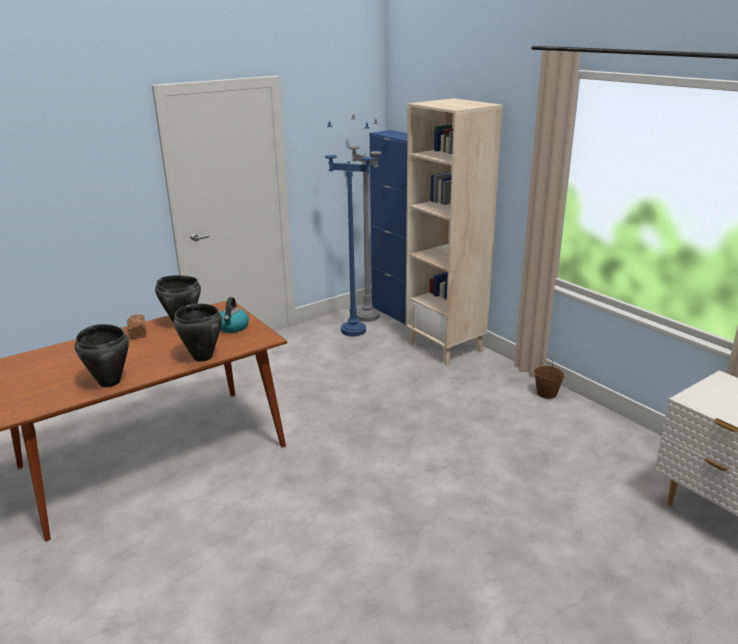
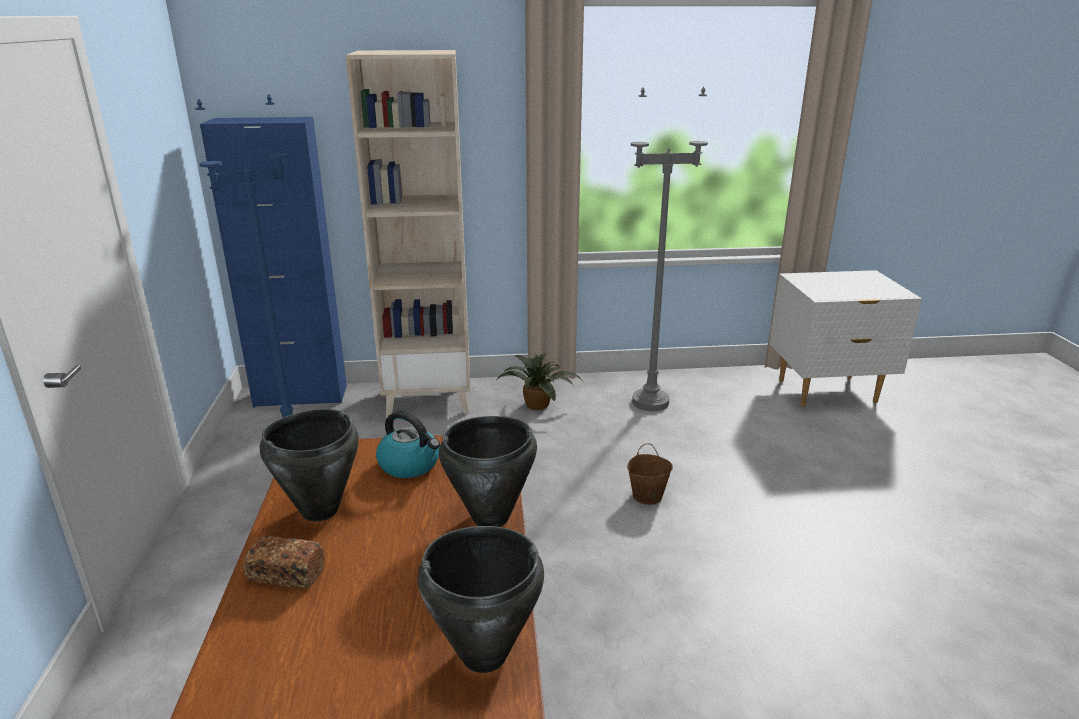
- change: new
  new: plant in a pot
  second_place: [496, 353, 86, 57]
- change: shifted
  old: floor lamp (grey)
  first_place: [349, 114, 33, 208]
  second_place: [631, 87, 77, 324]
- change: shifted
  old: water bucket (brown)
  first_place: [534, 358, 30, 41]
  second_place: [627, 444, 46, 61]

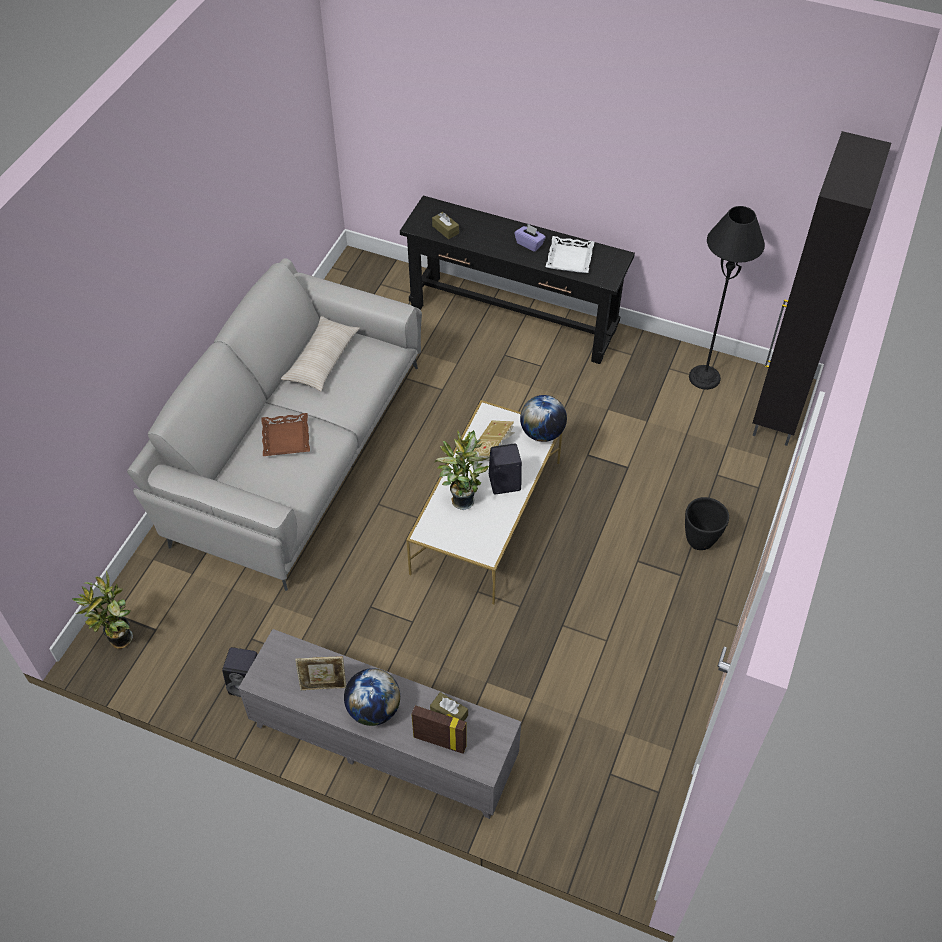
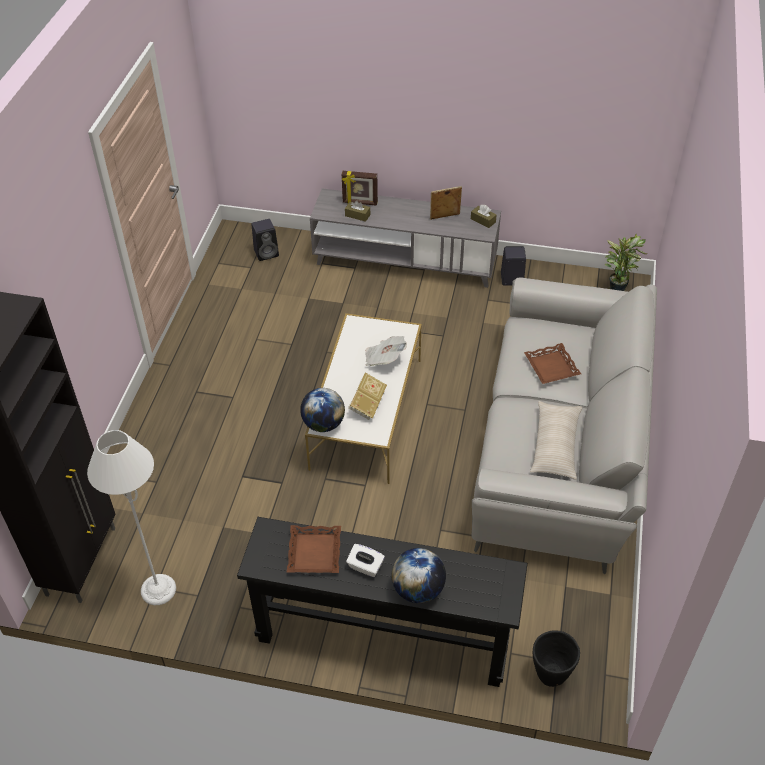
- change: shifted
  old: world globe
  first_place: [344, 668, 56, 58]
  second_place: [392, 548, 54, 55]
- change: shifted
  old: tissue box (brown)
  first_place: [432, 212, 27, 27]
  second_place: [471, 205, 26, 23]
- change: shifted
  old: loudspeaker (black)
  first_place: [489, 443, 33, 51]
  second_place: [251, 219, 28, 42]
- change: shifted
  old: flower pot (black)
  first_place: [685, 497, 44, 53]
  second_place: [533, 631, 47, 56]
- change: swapped
  old: plant in a pot
  new: printed paper
  first_place: [434, 430, 55, 80]
  second_place: [365, 336, 42, 30]
- change: repainted
  old: tissue box (purple-coloured)
  new: tissue box (white-coloured)
  first_place: [515, 224, 31, 28]
  second_place: [346, 544, 39, 33]
- change: repainted
  old: carrying tray (white-coloured)
  new: carrying tray (brown)
  first_place: [545, 236, 49, 37]
  second_place: [287, 525, 54, 48]
- change: repainted
  old: floor lamp (black)
  new: floor lamp (white-coloured)
  first_place: [689, 206, 76, 184]
  second_place: [87, 430, 89, 175]

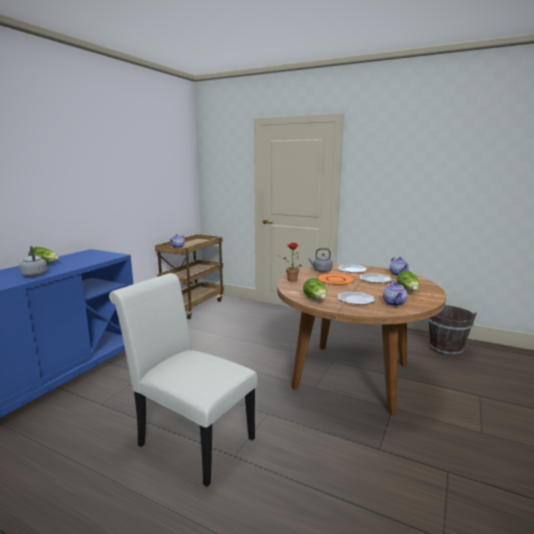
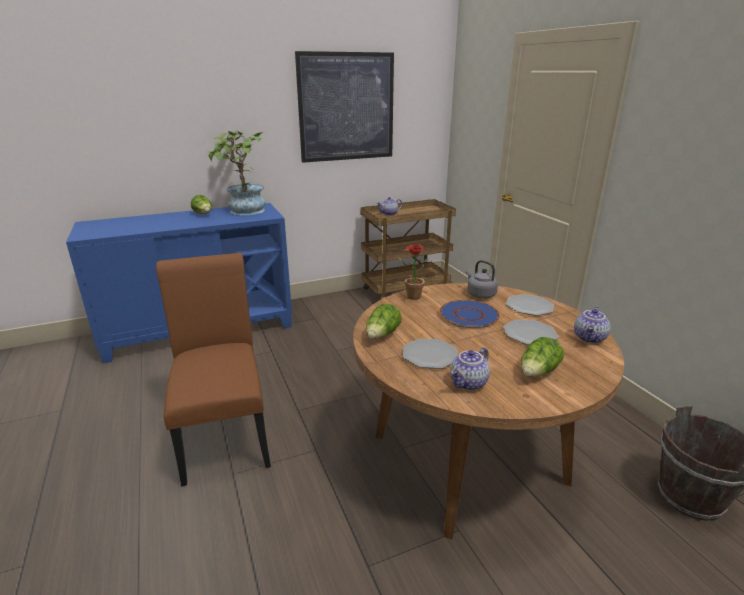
- change: gone
  old: water kettle (grey)
  first_place: [19, 246, 28, 31]
- change: new
  new: plant in a pot
  second_place: [206, 131, 60, 84]
- change: new
  new: wall art
  second_place: [295, 51, 99, 112]
- change: repainted
  old: chair (white-coloured)
  new: chair (brown)
  first_place: [109, 273, 148, 214]
  second_place: [156, 253, 115, 233]
- change: repainted
  old: flat dish (orange-coloured)
  new: flat dish (blue)
  first_place: [317, 273, 38, 13]
  second_place: [439, 300, 61, 28]

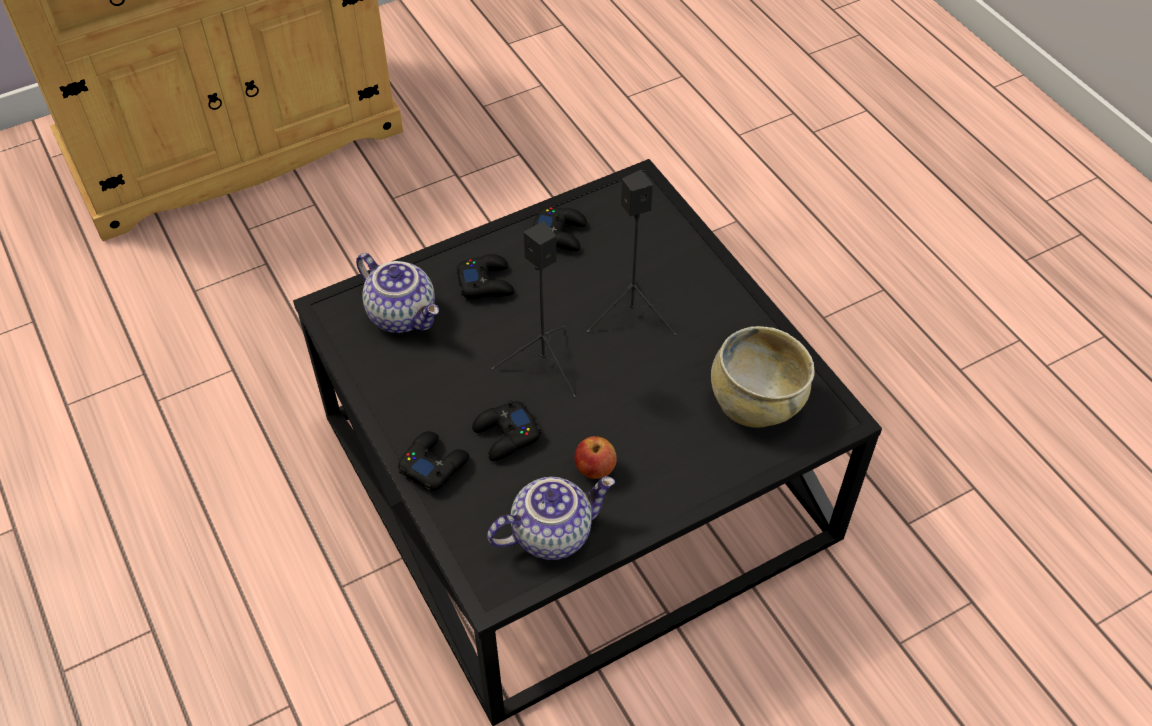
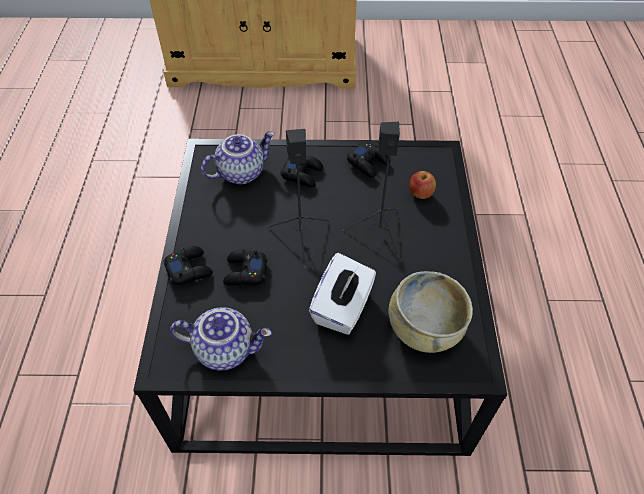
- change: new
  new: tissue box (white-coloured)
  second_place: [309, 253, 67, 82]
- change: shifted
  old: whole apple
  first_place: [574, 436, 43, 43]
  second_place: [409, 171, 27, 28]
- change: rotated
  old: tea pot
  first_place: [356, 253, 83, 80]
  second_place: [201, 131, 74, 53]
  degrees: -105

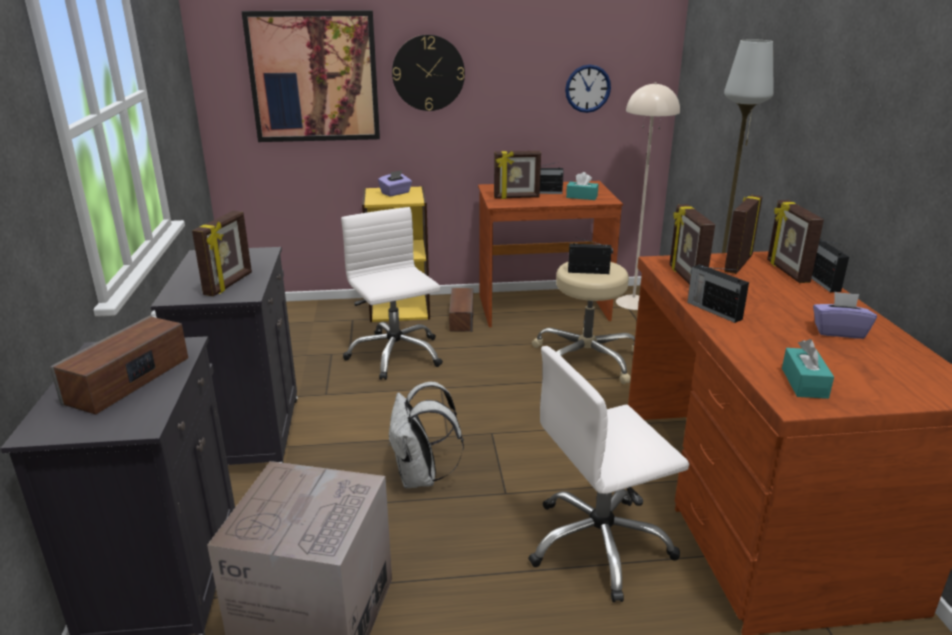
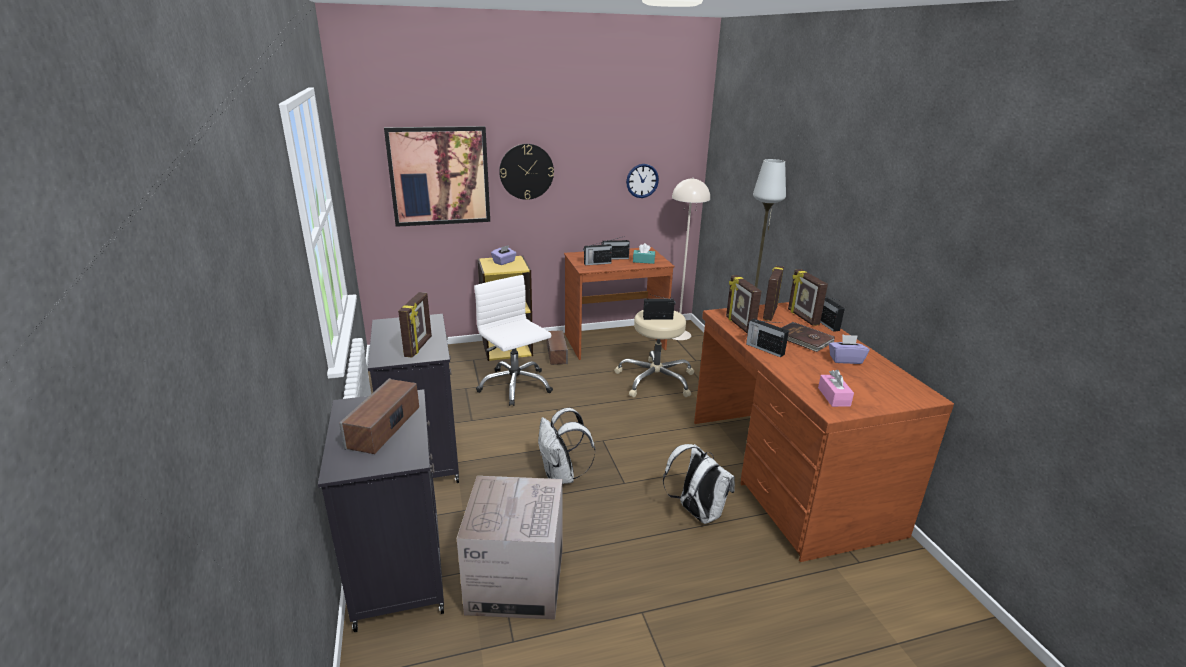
- change: new
  new: bound book (brown)
  second_place: [782, 322, 53, 30]
- change: swapped
  old: standing frame
  new: radio set
  first_place: [494, 151, 47, 48]
  second_place: [583, 240, 29, 25]
- change: swapped
  old: desk chair (white-coloured)
  new: rucksack (white-coloured)
  first_place: [528, 346, 161, 256]
  second_place: [663, 444, 72, 80]
- change: repainted
  old: tissue box (blue-green)
  new: tissue box (pink-coloured)
  first_place: [782, 339, 52, 60]
  second_place: [818, 370, 36, 37]

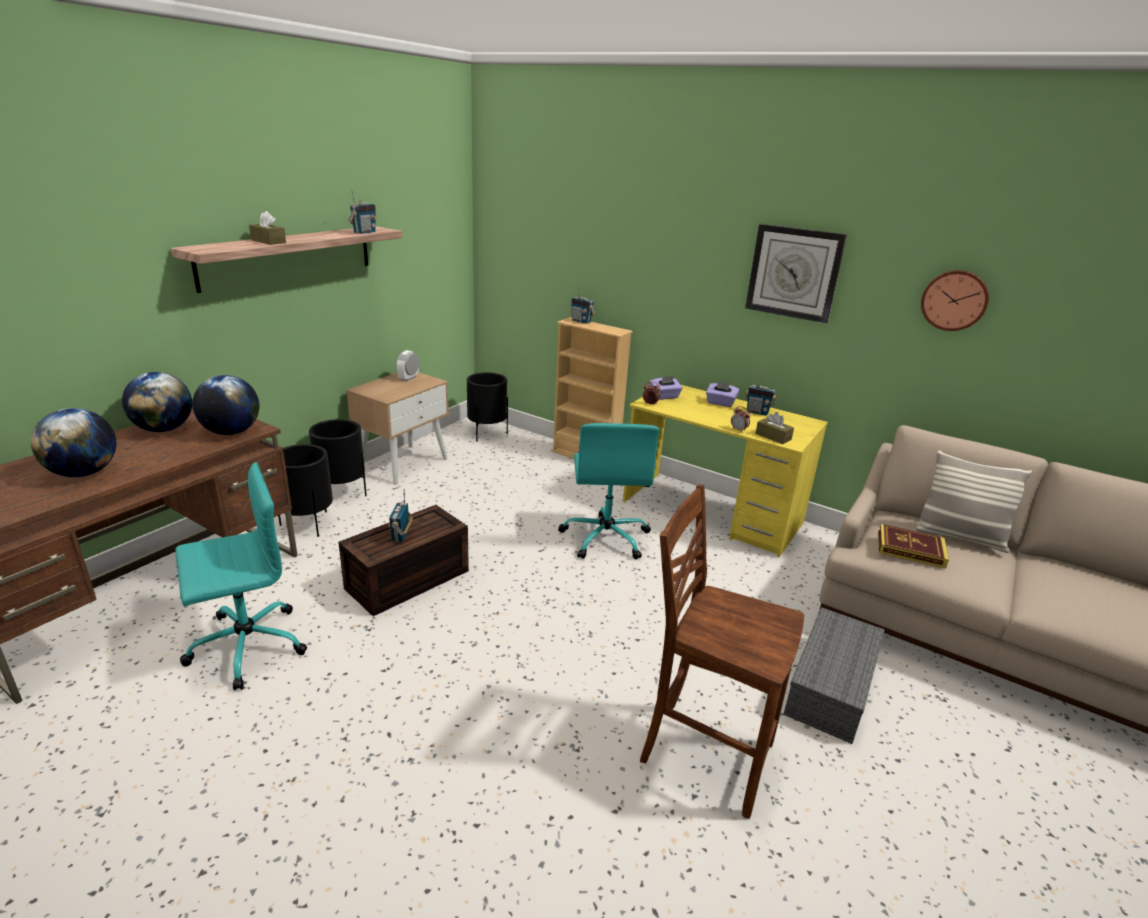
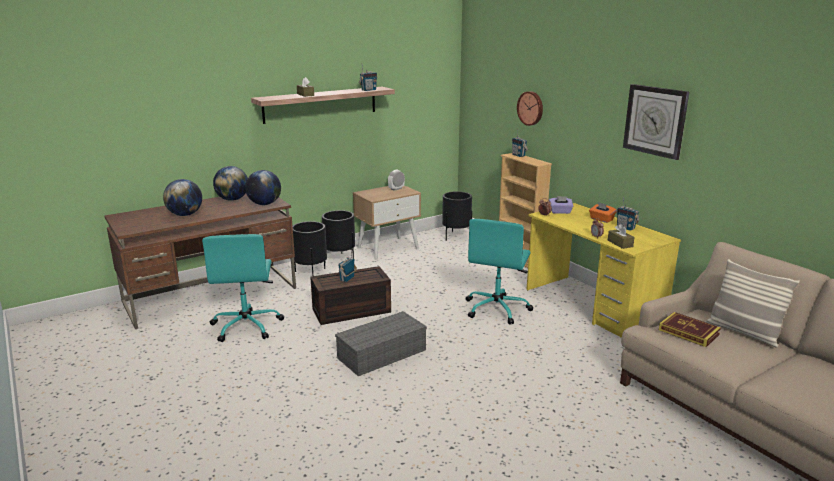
- change: gone
  old: chair (brown)
  first_place: [640, 484, 164, 335]
- change: shifted
  old: storage bin (grey)
  first_place: [783, 607, 102, 137]
  second_place: [335, 311, 92, 65]
- change: shifted
  old: wall clock
  first_place: [921, 270, 68, 61]
  second_place: [517, 91, 26, 35]
- change: repainted
  old: tissue box (purple-coloured)
  new: tissue box (orange-coloured)
  first_place: [706, 381, 33, 26]
  second_place: [589, 202, 28, 21]
- change: rotated
  old: desk chair (blue-green)
  first_place: [175, 462, 132, 229]
  second_place: [202, 234, 82, 108]
  degrees: 90

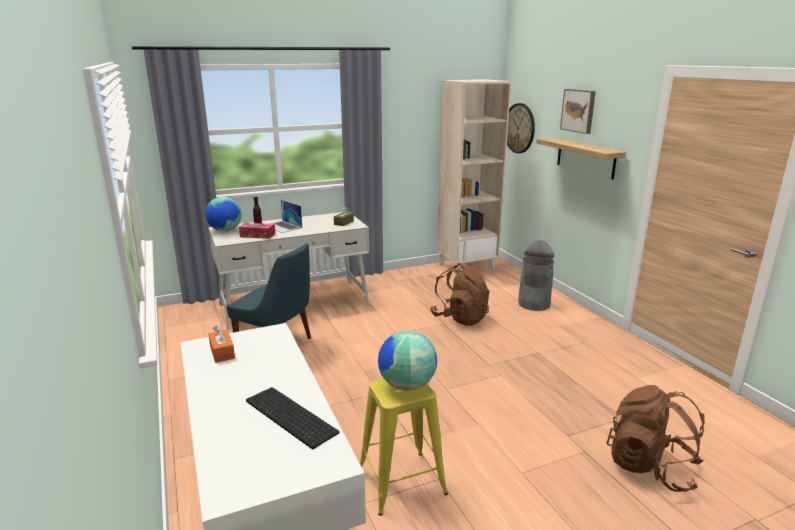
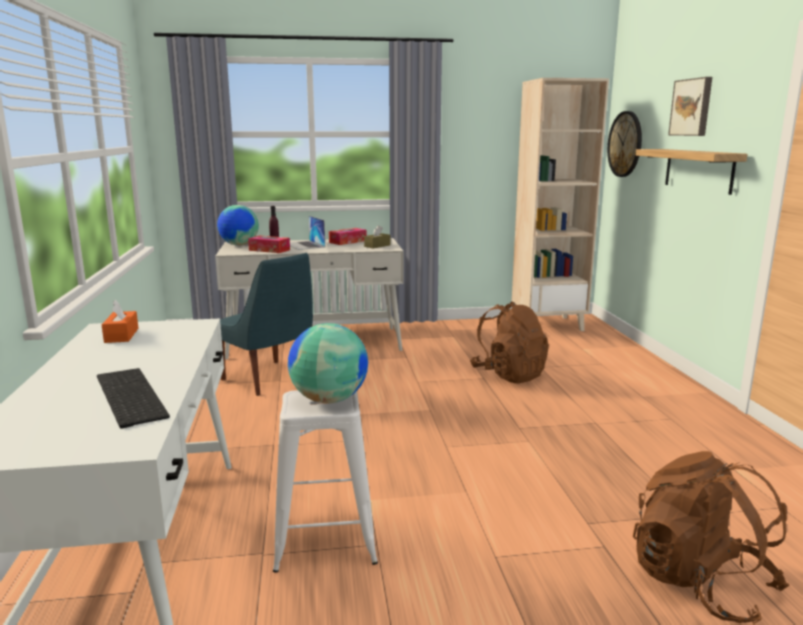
- change: gone
  old: trash can (grey)
  first_place: [518, 240, 36, 71]
- change: new
  new: tissue box
  second_place: [329, 228, 38, 17]
- change: repainted
  old: stool (yellow-coloured)
  new: stool (white-coloured)
  first_place: [360, 379, 88, 137]
  second_place: [273, 391, 105, 182]

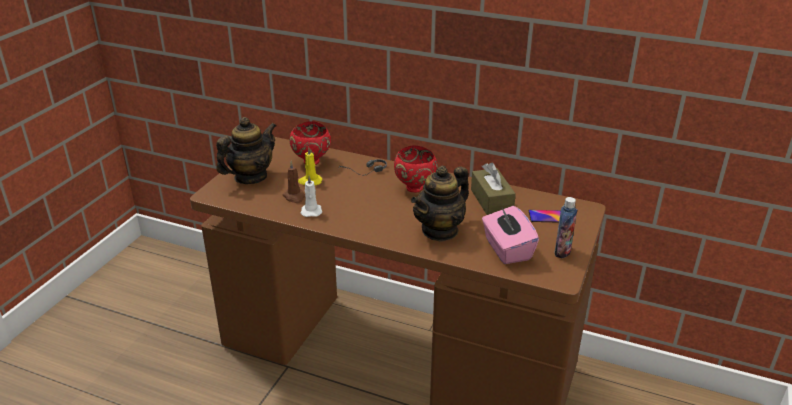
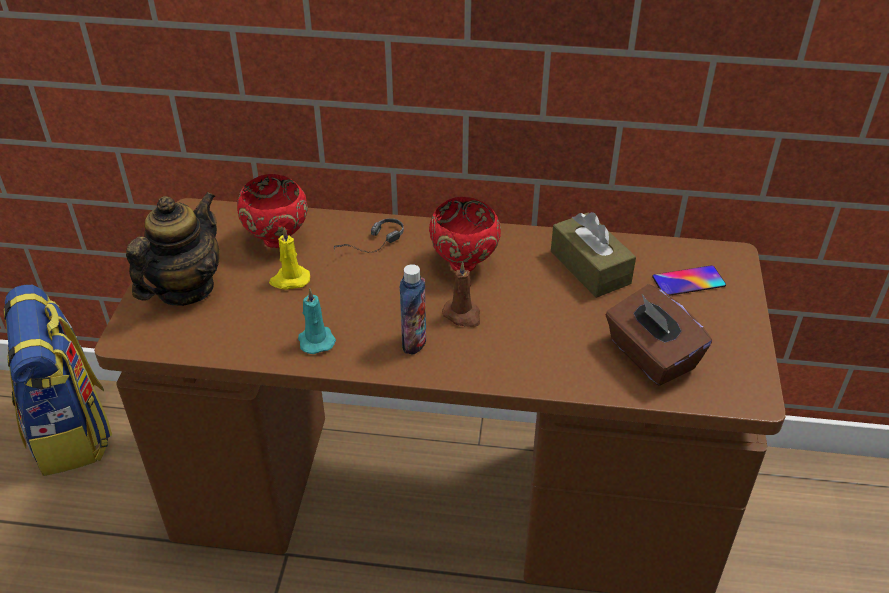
- change: gone
  old: tea pot
  first_place: [411, 166, 58, 76]
- change: new
  new: rucksack
  second_place: [4, 285, 108, 191]
- change: shifted
  old: wax candle (brown)
  first_place: [282, 161, 23, 42]
  second_place: [442, 261, 38, 66]
- change: shifted
  old: beverage bottle
  first_place: [555, 197, 22, 61]
  second_place: [400, 264, 26, 91]
- change: repainted
  old: wax candle (white-coloured)
  new: wax candle (blue-green)
  first_place: [301, 176, 21, 41]
  second_place: [298, 288, 38, 66]
- change: repainted
  old: tissue box (pink-coloured)
  new: tissue box (brown)
  first_place: [482, 206, 57, 58]
  second_place: [606, 284, 106, 102]

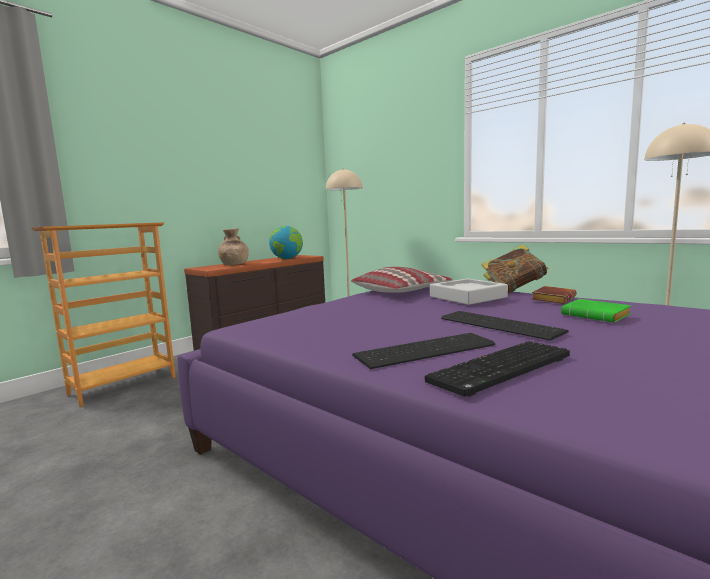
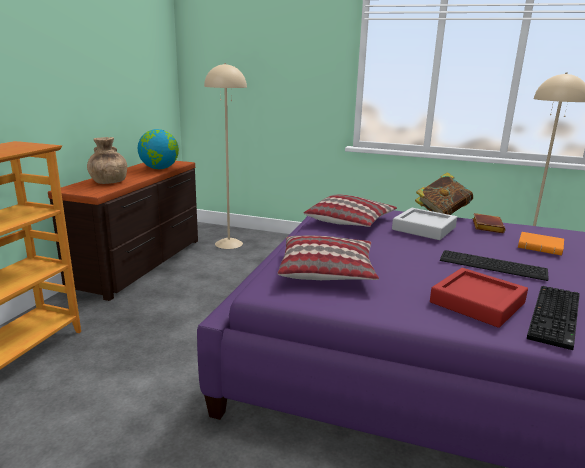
- change: new
  new: cushion
  second_place: [278, 235, 101, 45]
- change: swapped
  old: computer keyboard
  new: carrying tray (reddish)
  first_place: [352, 333, 143, 36]
  second_place: [430, 268, 98, 60]
- change: repainted
  old: bound book (greenish)
  new: bound book (orange-coloured)
  first_place: [561, 299, 70, 24]
  second_place: [518, 232, 46, 24]

